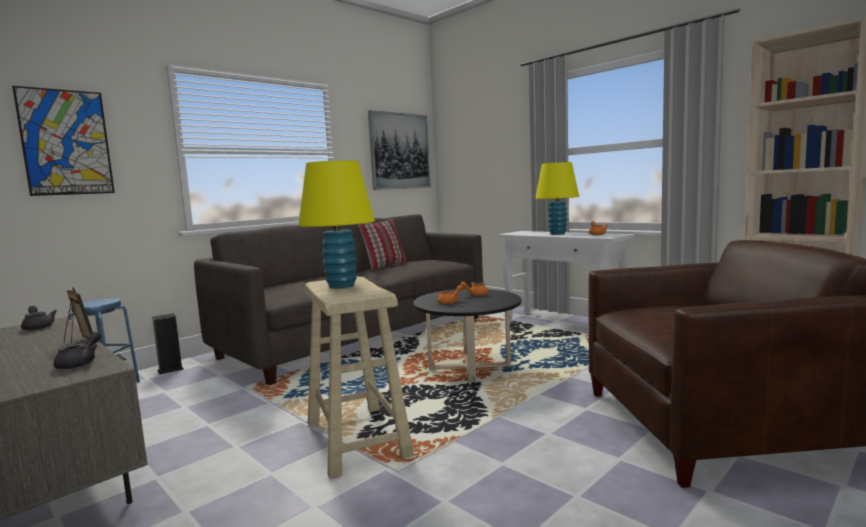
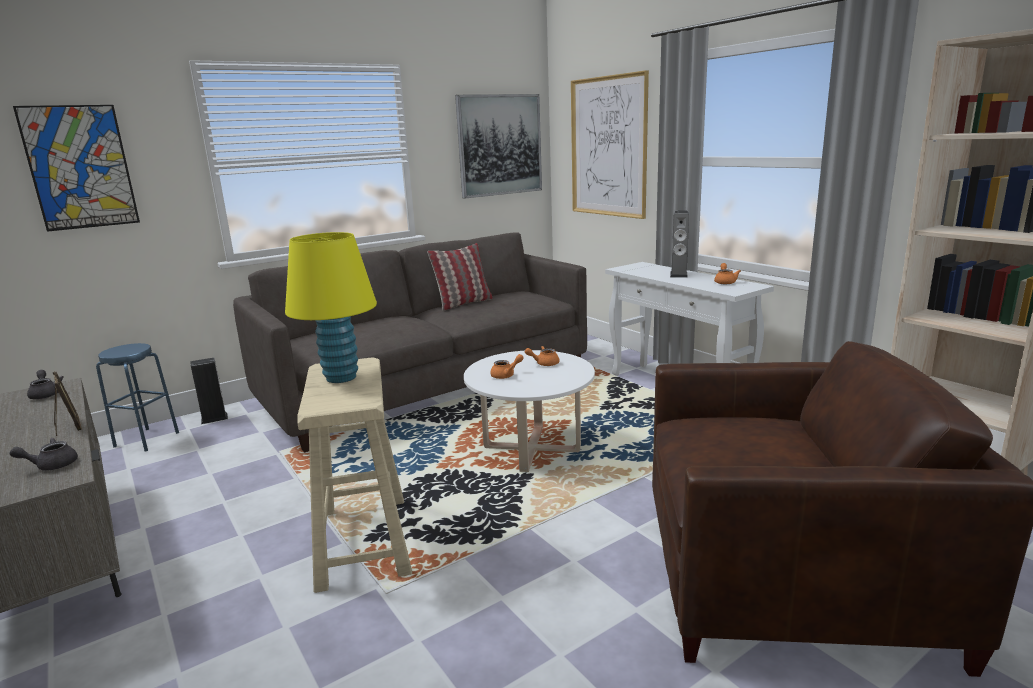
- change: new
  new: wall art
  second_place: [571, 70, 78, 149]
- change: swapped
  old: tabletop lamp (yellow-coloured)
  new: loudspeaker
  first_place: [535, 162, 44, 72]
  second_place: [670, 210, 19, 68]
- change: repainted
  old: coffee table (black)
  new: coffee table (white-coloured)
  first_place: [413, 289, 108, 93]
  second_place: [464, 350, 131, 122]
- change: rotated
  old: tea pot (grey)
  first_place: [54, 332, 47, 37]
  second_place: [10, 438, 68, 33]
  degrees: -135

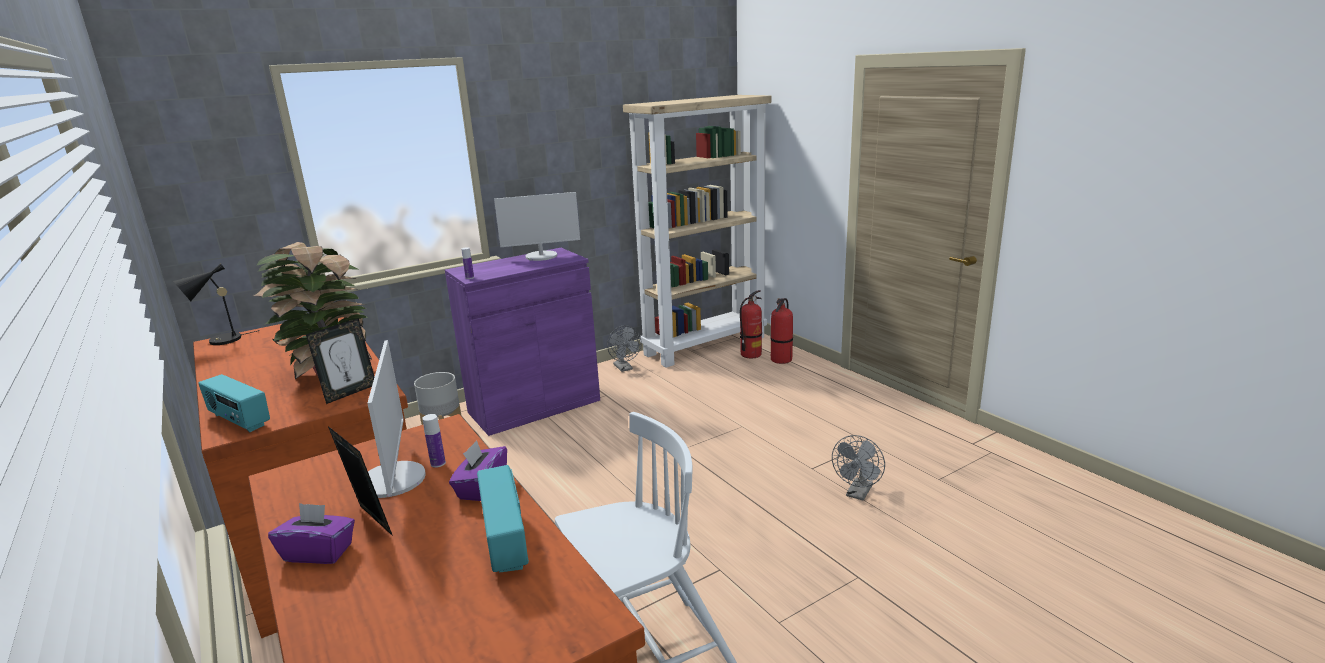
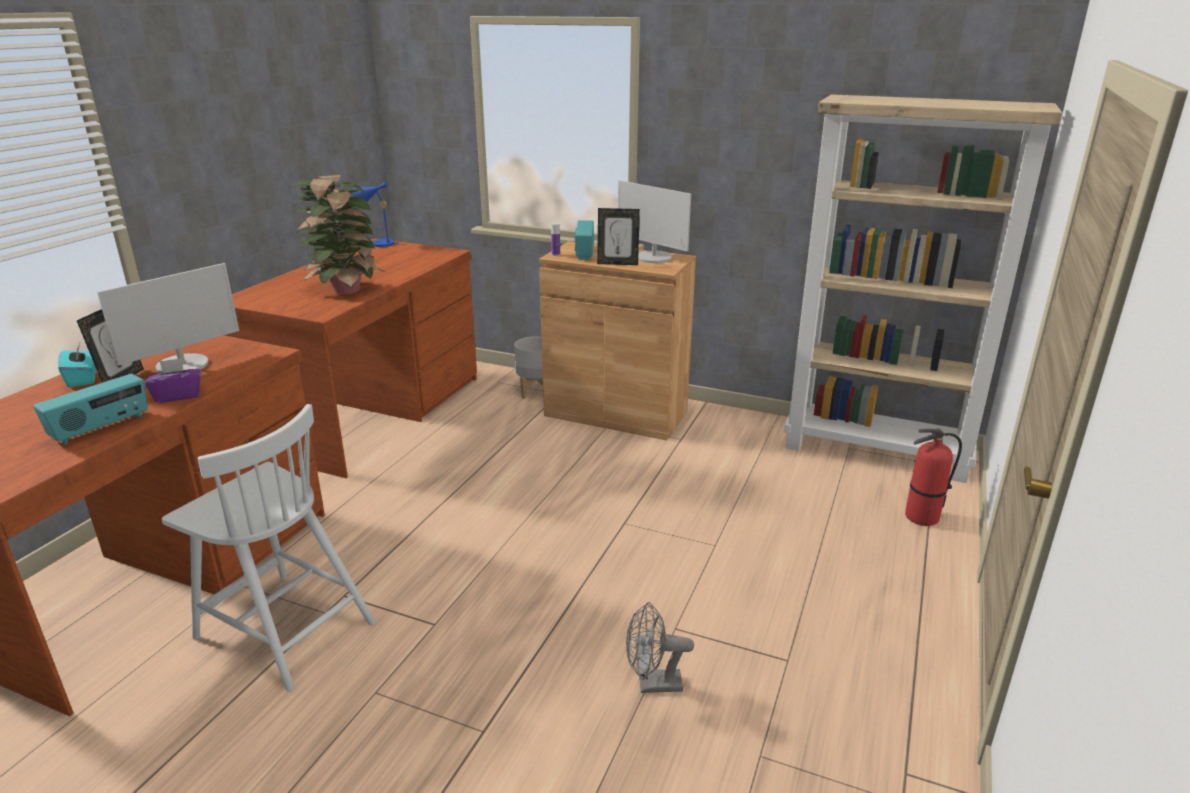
- change: gone
  old: beverage bottle
  first_place: [422, 414, 24, 54]
- change: gone
  old: electric fan (grey)
  first_place: [607, 325, 34, 47]
- change: gone
  old: fire-fighting cylinder
  first_place: [740, 290, 22, 69]
- change: shifted
  old: radio set
  first_place: [198, 374, 72, 58]
  second_place: [574, 220, 20, 40]
- change: shifted
  old: standing frame
  first_place: [306, 318, 68, 86]
  second_place: [597, 208, 43, 57]
- change: repainted
  old: tabletop lamp (black)
  new: tabletop lamp (blue)
  first_place: [173, 264, 87, 81]
  second_place: [352, 182, 54, 65]
- change: repainted
  old: tissue box (purple-coloured)
  new: tissue box (blue-green)
  first_place: [268, 503, 87, 61]
  second_place: [58, 343, 38, 44]
- change: repainted
  old: storage cabinet (purple-coloured)
  new: storage cabinet (brown)
  first_place: [445, 248, 155, 188]
  second_place: [539, 241, 157, 199]

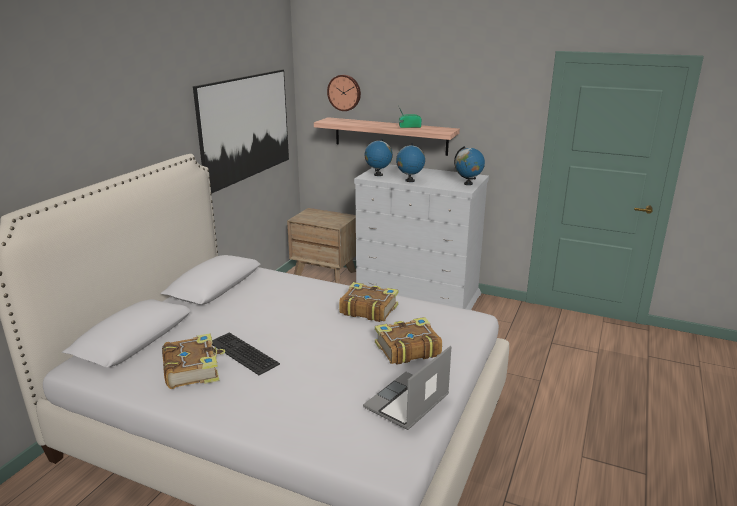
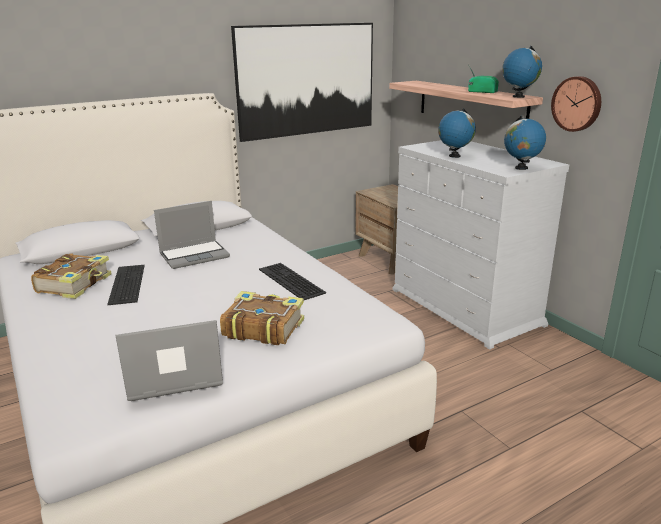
- change: new
  new: notebook computer
  second_place: [154, 201, 76, 68]
- change: shifted
  old: wall clock
  first_place: [327, 75, 34, 36]
  second_place: [551, 76, 50, 56]
- change: shifted
  old: world globe
  first_place: [365, 138, 28, 38]
  second_place: [502, 46, 40, 52]
- change: swapped
  old: bound book
  new: computer keyboard
  first_place: [339, 282, 59, 40]
  second_place: [259, 263, 67, 37]

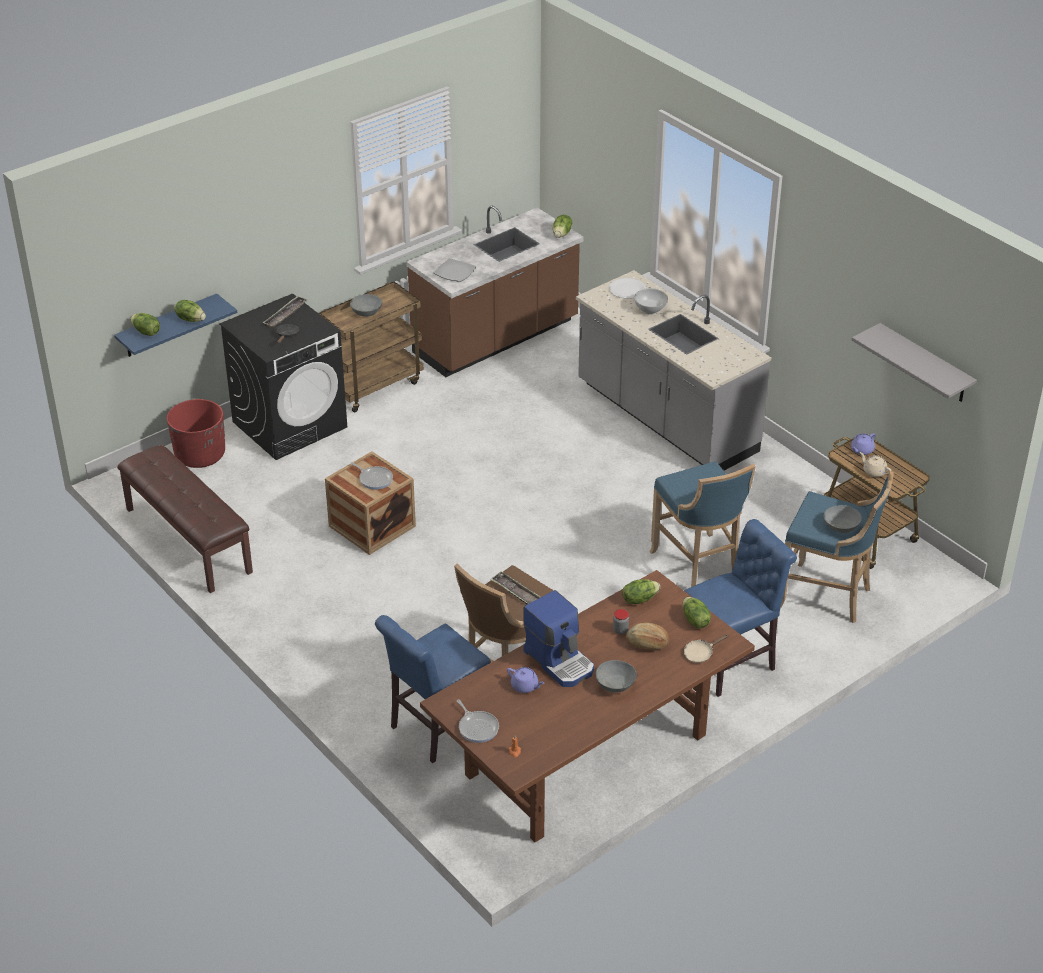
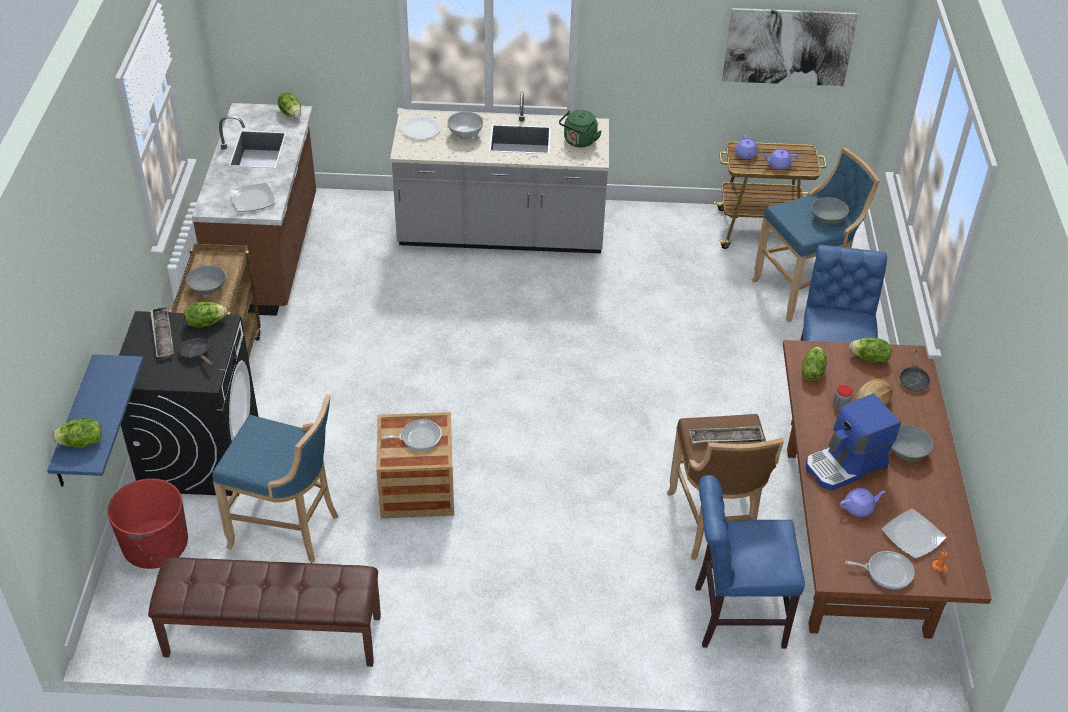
- change: new
  new: water kettle (greenish)
  second_place: [559, 110, 43, 37]
- change: new
  new: flat dish
  second_place: [882, 509, 64, 50]
- change: shifted
  old: lettuce
  first_place: [175, 300, 31, 22]
  second_place: [184, 302, 43, 26]
- change: shifted
  old: stool (blue)
  first_place: [649, 461, 107, 126]
  second_place: [212, 394, 127, 169]
- change: swapped
  old: shelf (grey)
  new: wall art
  first_place: [851, 323, 126, 79]
  second_place: [722, 8, 136, 78]
- change: repainted
  old: pan (beige)
  new: pan (black)
  first_place: [684, 634, 45, 29]
  second_place: [899, 349, 31, 43]
- change: repainted
  old: tea pot (beige)
  new: tea pot (purple-coloured)
  first_place: [860, 452, 31, 25]
  second_place: [762, 149, 36, 21]
- change: rotated
  old: chair (blue)
  first_place: [375, 615, 116, 148]
  second_place: [695, 475, 110, 174]
  degrees: 90
- change: rotated
  old: coffee machine
  first_place: [523, 590, 71, 97]
  second_place: [806, 394, 95, 97]
  degrees: 150

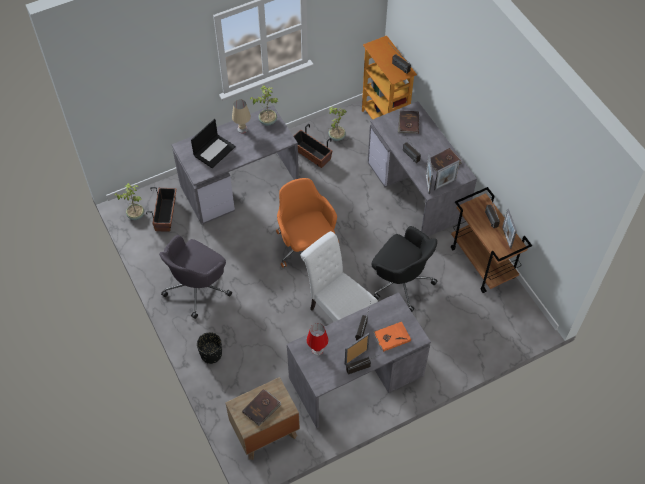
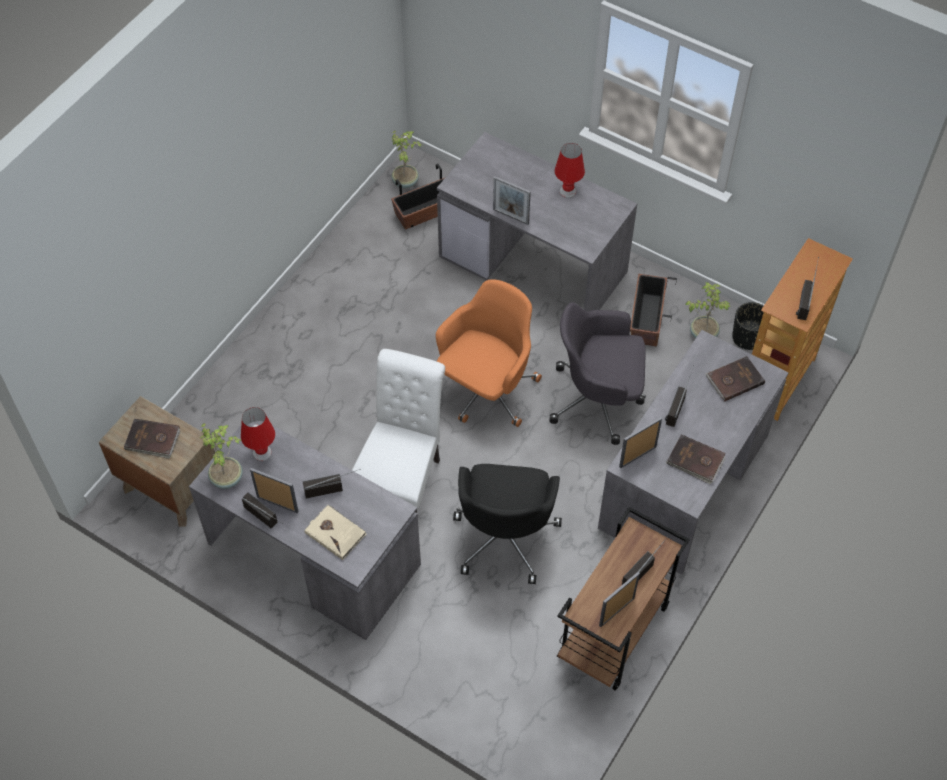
- change: gone
  old: notebook computer
  first_place: [191, 119, 45, 49]
- change: shifted
  old: desk chair (grey)
  first_place: [159, 235, 73, 84]
  second_place: [549, 302, 97, 143]
- change: shifted
  old: flower pot (black)
  first_place: [197, 332, 25, 32]
  second_place: [732, 302, 32, 48]
- change: shifted
  old: plant in a pot
  first_place: [250, 85, 28, 41]
  second_place: [200, 423, 43, 66]
- change: shifted
  old: standing frame
  first_place: [434, 160, 26, 30]
  second_place: [493, 176, 38, 49]
- change: repainted
  old: tabletop lamp (beige)
  new: tabletop lamp (reddish)
  first_place: [232, 100, 19, 33]
  second_place: [554, 143, 31, 55]
- change: repainted
  old: bound book (orange-coloured)
  new: bound book (beige)
  first_place: [373, 321, 38, 31]
  second_place: [304, 504, 62, 56]

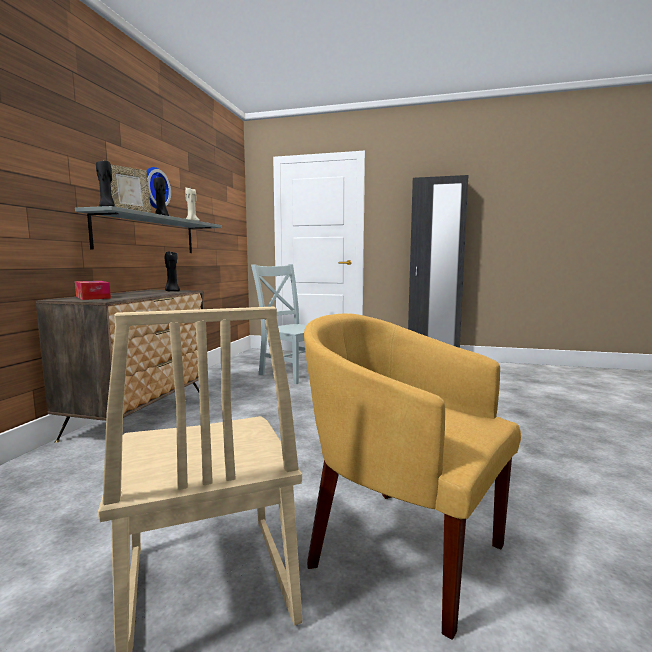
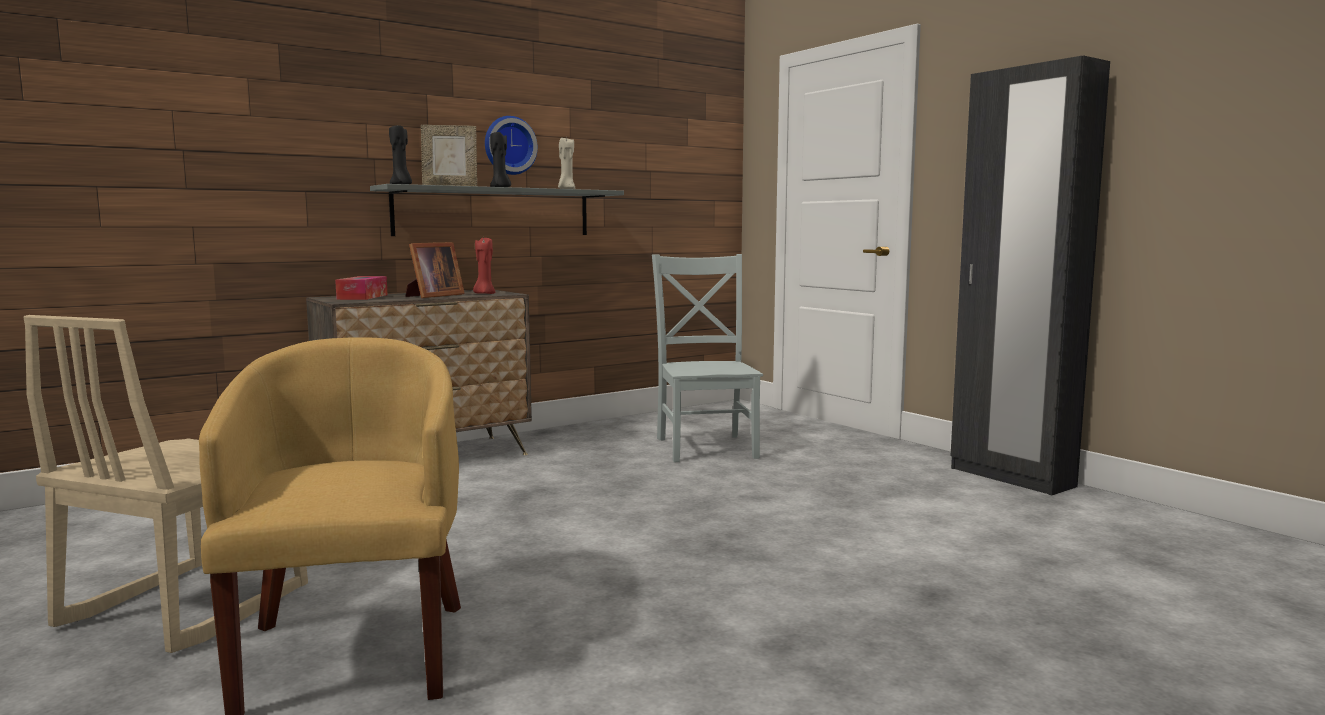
- change: new
  new: standing frame
  second_place: [406, 242, 59, 56]
- change: repainted
  old: wax candle (black)
  new: wax candle (reddish)
  first_place: [165, 252, 15, 39]
  second_place: [473, 236, 22, 58]

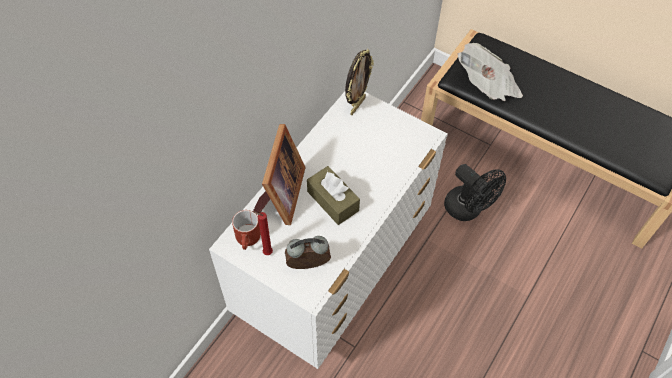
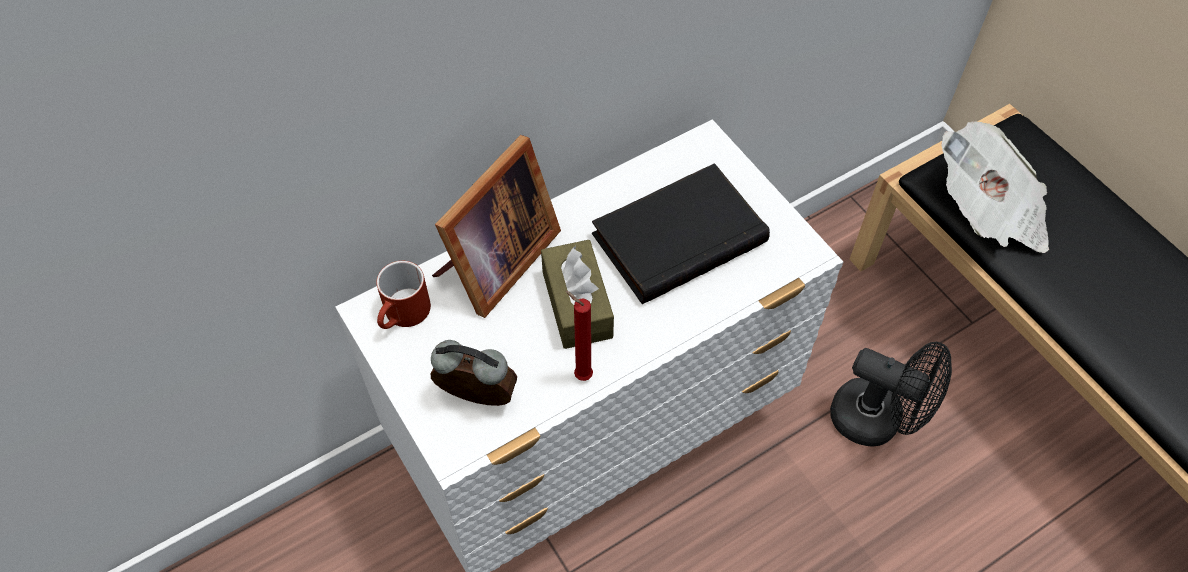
- change: gone
  old: standing frame
  first_place: [345, 49, 29, 66]
- change: new
  new: bound book (black)
  second_place: [592, 163, 178, 141]
- change: shifted
  old: wax candle (reddish)
  first_place: [252, 211, 21, 44]
  second_place: [566, 291, 27, 90]
- change: rotated
  old: electric fan (black)
  first_place: [444, 164, 62, 57]
  second_place: [830, 342, 122, 105]
  degrees: -45

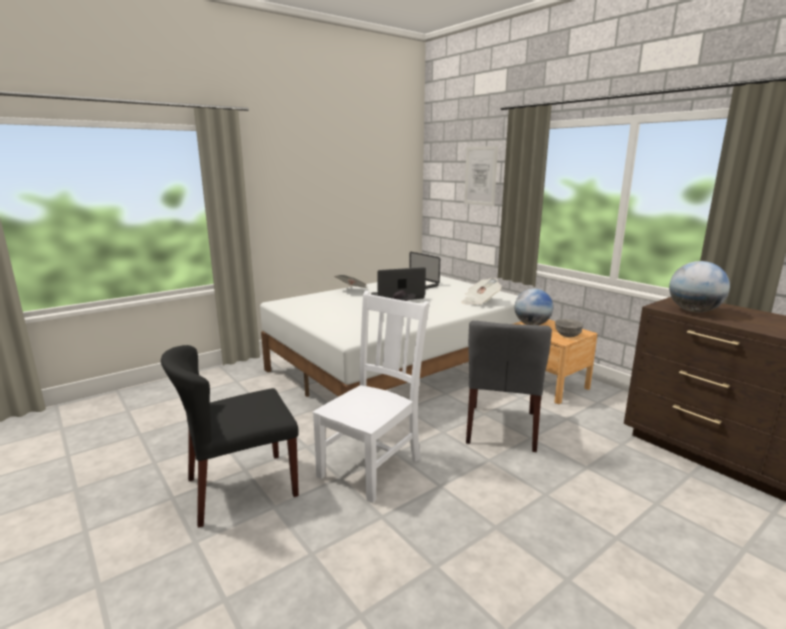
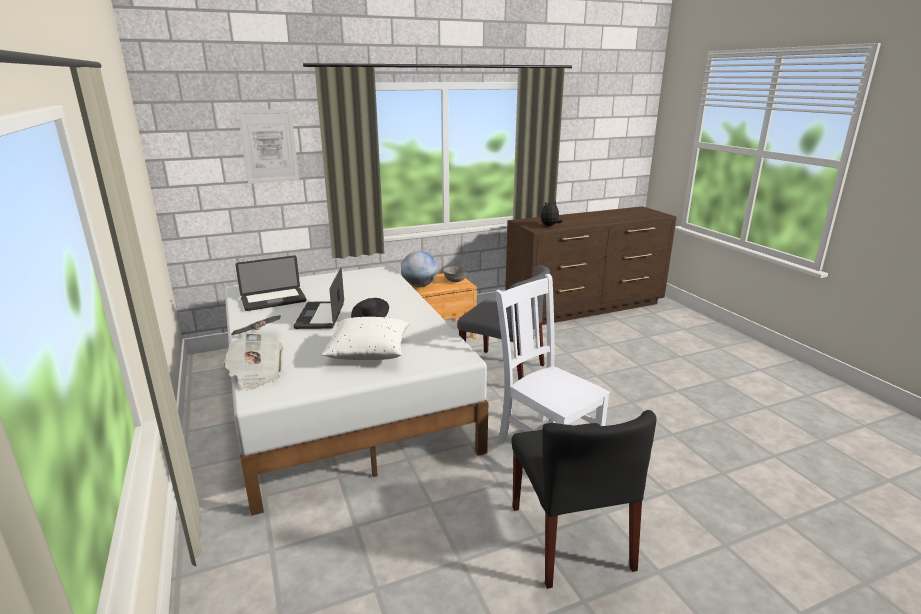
- change: new
  new: cushion (white-coloured)
  second_place: [322, 317, 87, 43]
- change: shifted
  old: printed paper
  first_place: [461, 278, 41, 27]
  second_place: [224, 332, 60, 59]
- change: swapped
  old: world globe
  new: soft toy
  first_place: [669, 261, 61, 51]
  second_place: [541, 200, 22, 26]

